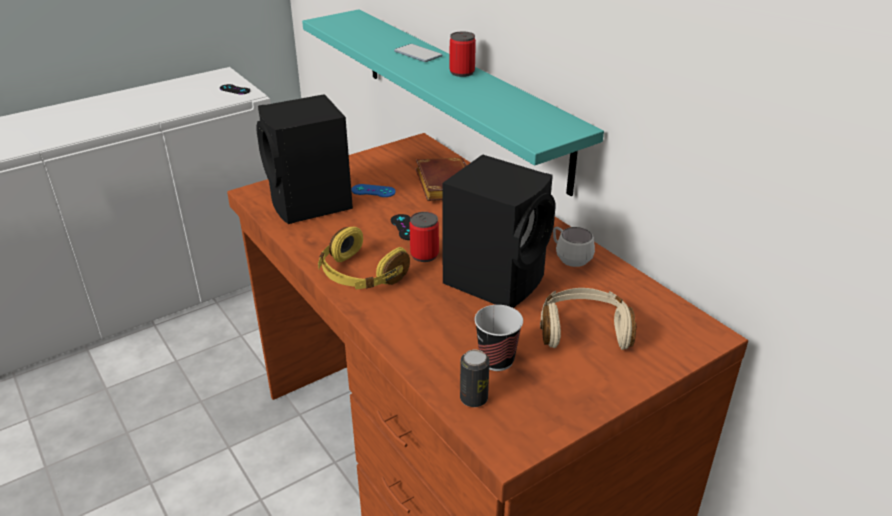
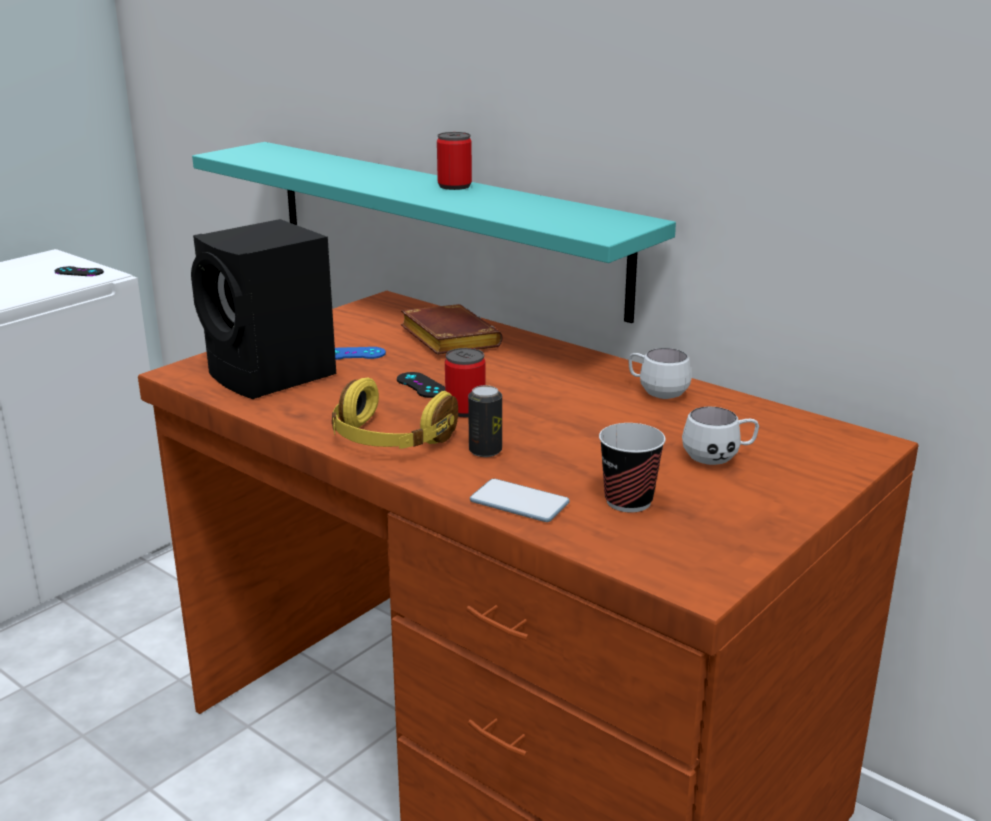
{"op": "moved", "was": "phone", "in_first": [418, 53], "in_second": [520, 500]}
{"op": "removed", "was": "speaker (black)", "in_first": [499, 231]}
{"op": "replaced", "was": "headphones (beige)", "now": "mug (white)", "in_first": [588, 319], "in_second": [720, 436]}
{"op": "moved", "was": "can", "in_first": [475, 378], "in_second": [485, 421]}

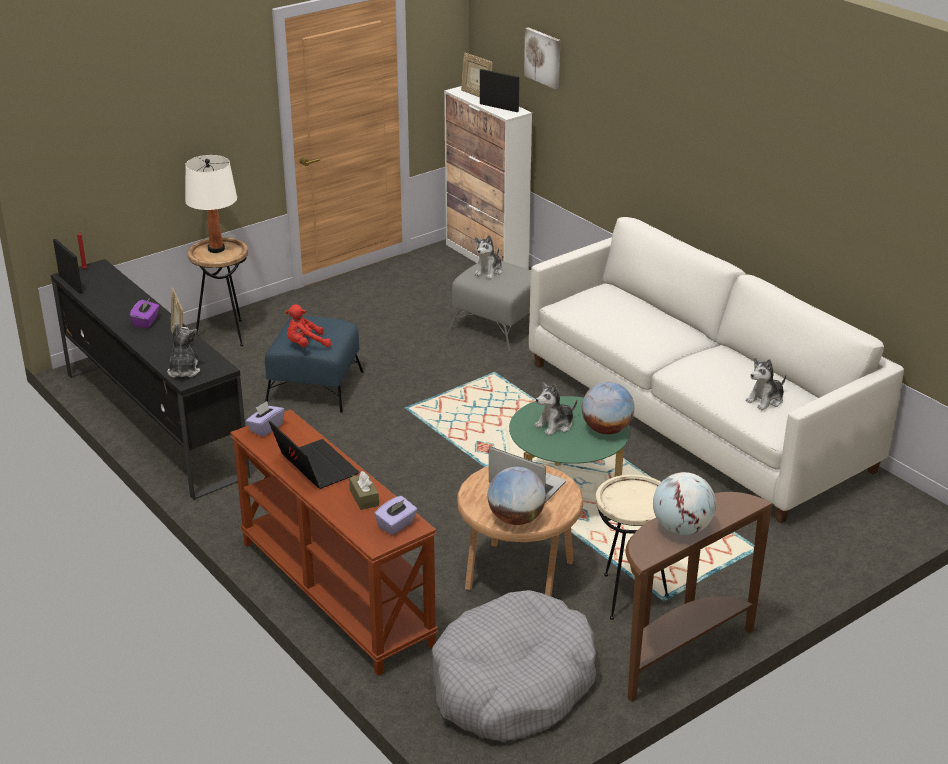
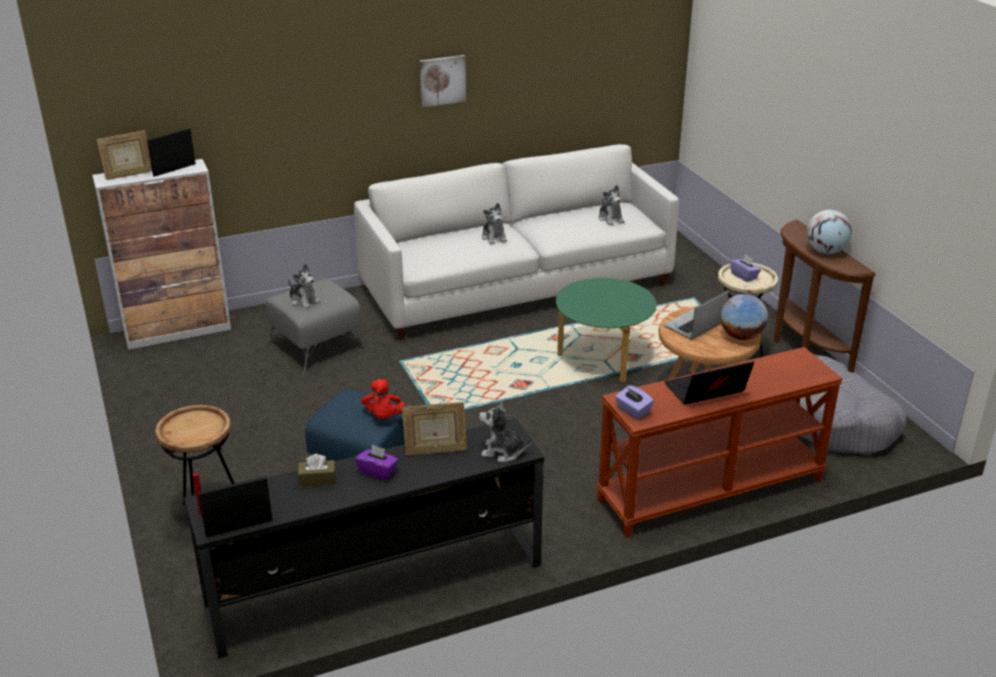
{"op": "moved", "was": "picture", "in_first": [542, 58], "in_second": [442, 81]}
{"op": "removed", "was": "table lamp (white)", "in_first": [211, 204]}
{"op": "moved", "was": "plush toy", "in_first": [556, 409], "in_second": [494, 224]}
{"op": "removed", "was": "globe", "in_first": [608, 408]}
{"op": "moved", "was": "tissue box (brown)", "in_first": [364, 490], "in_second": [317, 470]}
{"op": "moved", "was": "tissue box (purple)", "in_first": [395, 515], "in_second": [745, 268]}

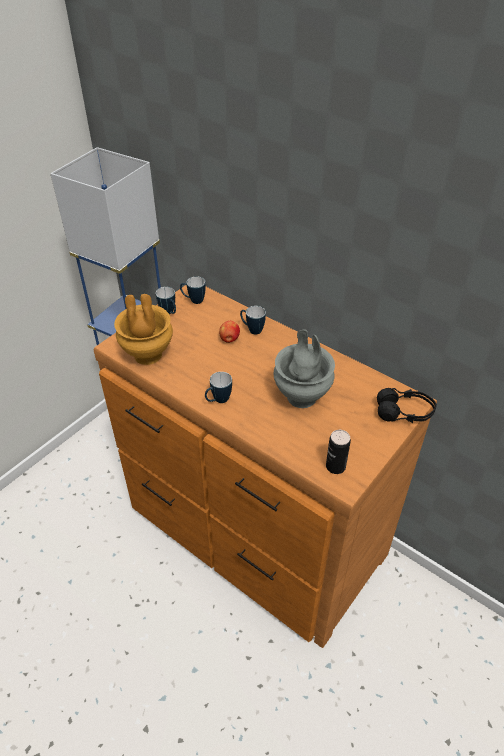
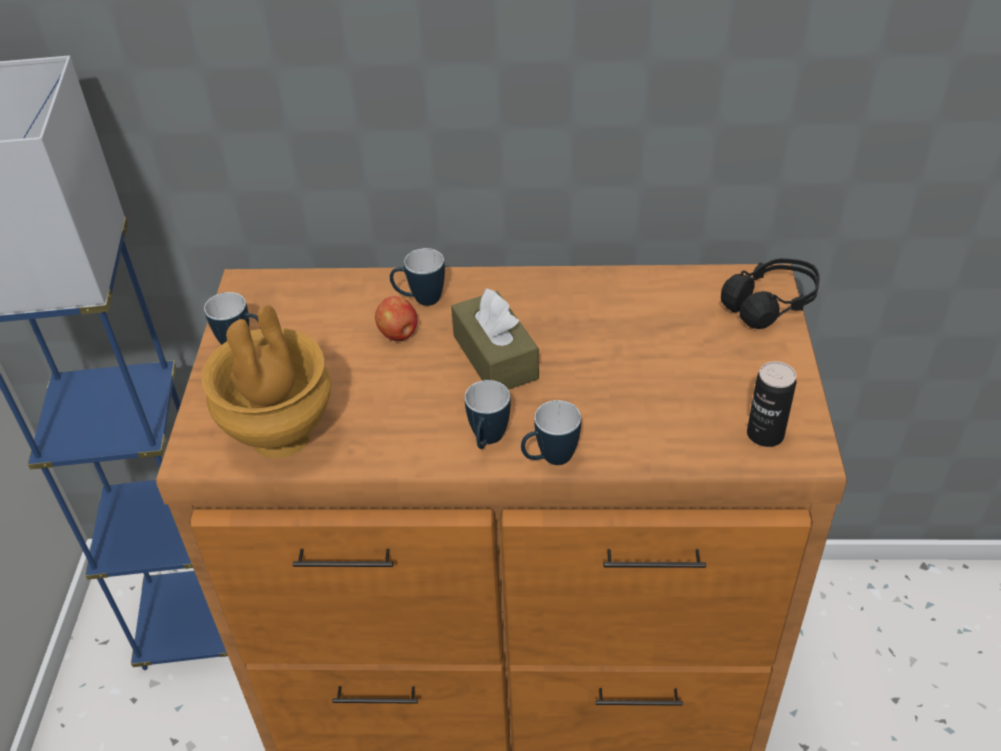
{"op": "moved", "was": "mug", "in_first": [193, 290], "in_second": [551, 432]}
{"op": "removed", "was": "vase (grey)", "in_first": [304, 368]}
{"op": "added", "now": "tissue box (brown)", "in_second": [495, 339]}

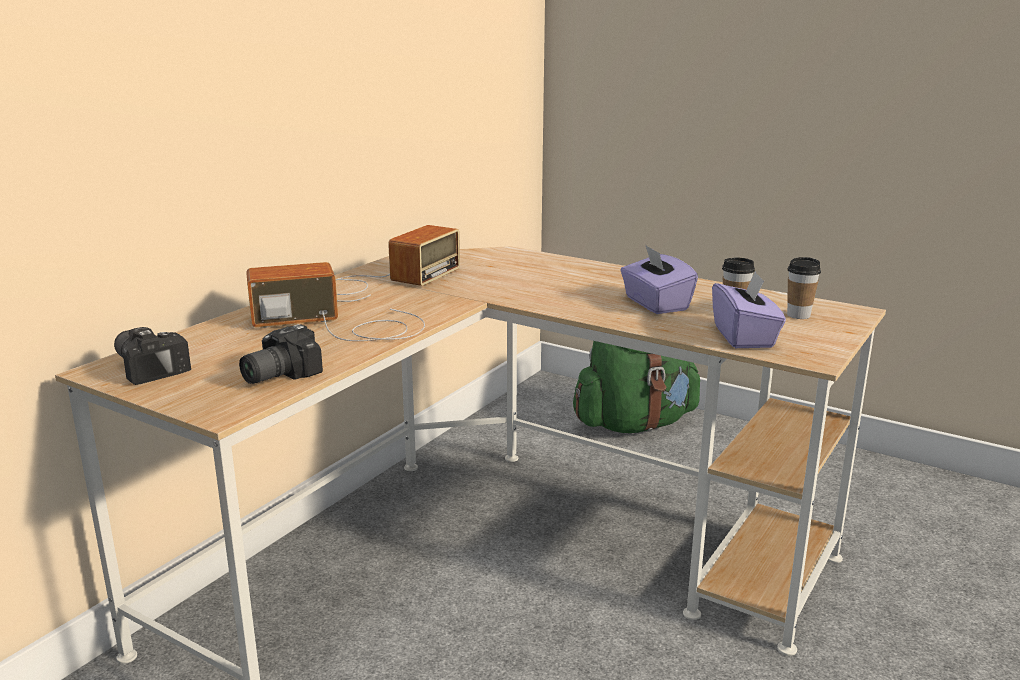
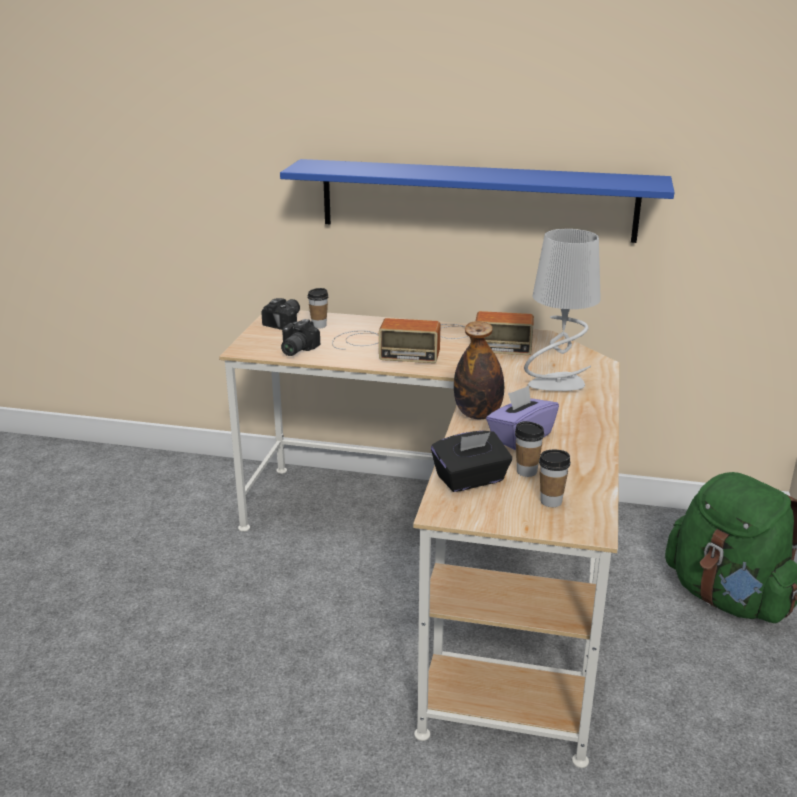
{"op": "turned", "was": "radio", "in_first": [335, 301], "in_second": [386, 340], "clockwise": 135}
{"op": "recoloured", "was": "tissue box (purple)", "now": "tissue box (black)", "in_first": [749, 309], "in_second": [471, 461]}
{"op": "turned", "was": "photo camera", "in_first": [281, 354], "in_second": [300, 337], "clockwise": -90}
{"op": "added", "now": "shelf (blue)", "in_second": [477, 201]}
{"op": "added", "now": "table lamp (grey)", "in_second": [562, 310]}
{"op": "added", "now": "cup", "in_second": [318, 308]}
{"op": "added", "now": "bottle", "in_second": [479, 370]}

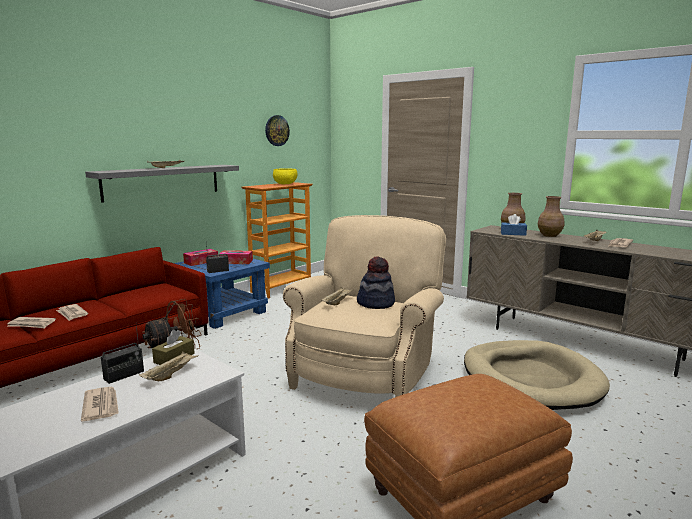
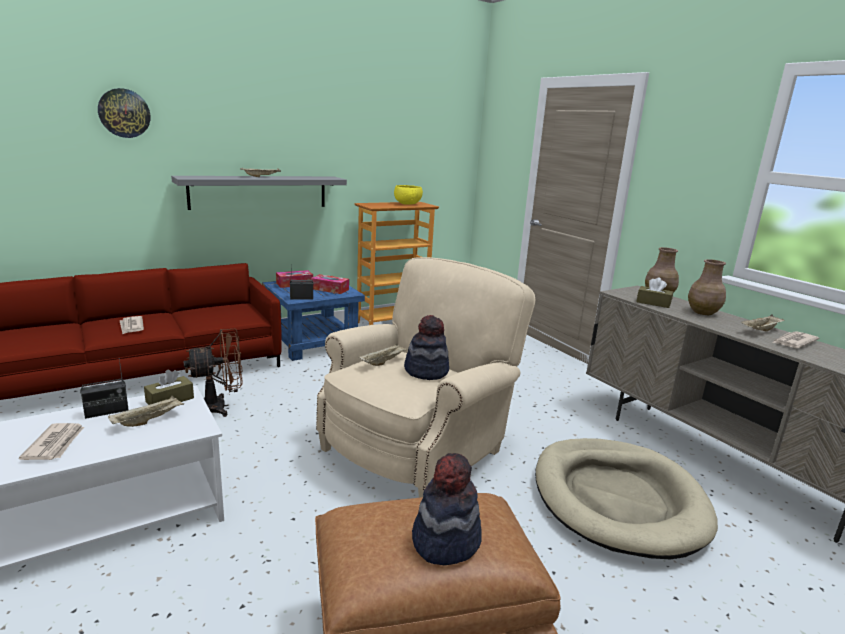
{"op": "moved", "was": "wall clock", "in_first": [277, 130], "in_second": [124, 113]}
{"op": "recoloured", "was": "tissue box (blue)", "now": "tissue box (brown)", "in_first": [514, 225], "in_second": [654, 292]}
{"op": "removed", "was": "newspaper", "in_first": [31, 322]}
{"op": "added", "now": "hat", "in_second": [447, 509]}

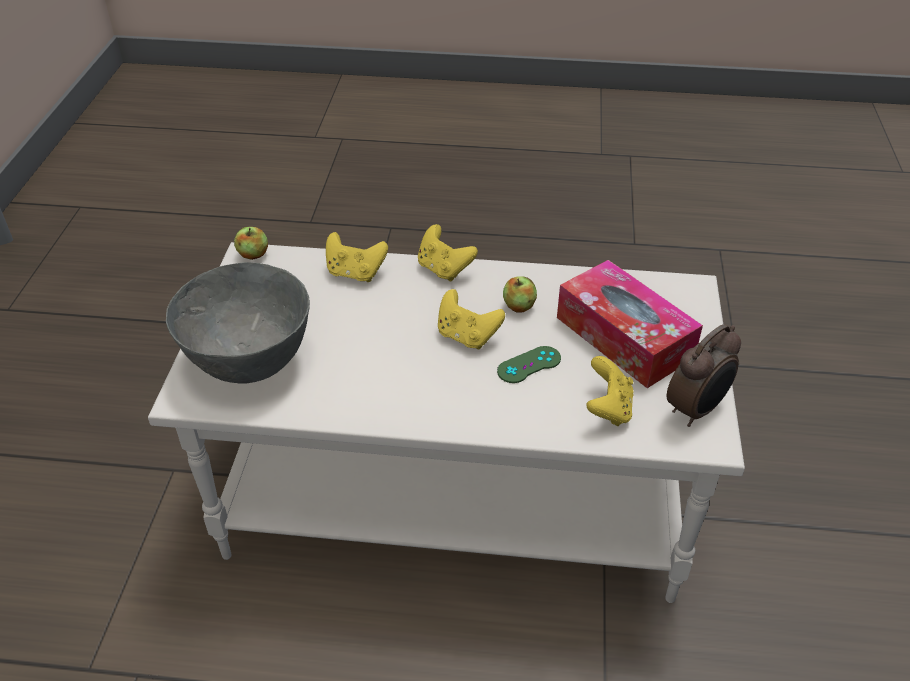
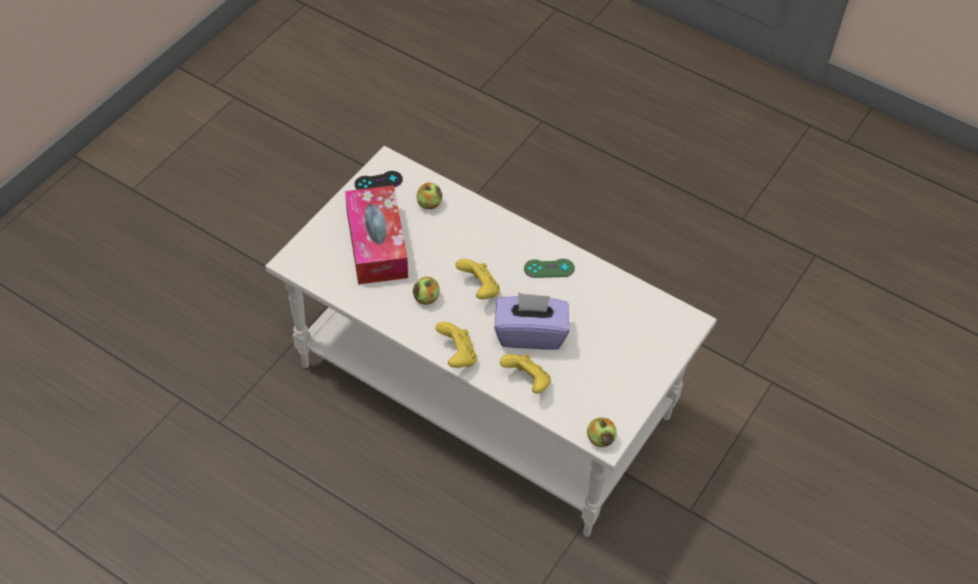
{"op": "removed", "was": "bowl (grey)", "in_first": [238, 323]}
{"op": "replaced", "was": "alarm clock", "now": "game controller (black)", "in_first": [704, 375], "in_second": [378, 180]}
{"op": "moved", "was": "game controller (green)", "in_first": [529, 364], "in_second": [549, 268]}
{"op": "replaced", "was": "game controller (yellow)", "now": "apple", "in_first": [609, 391], "in_second": [429, 196]}
{"op": "added", "now": "tissue box (purple)", "in_second": [531, 321]}

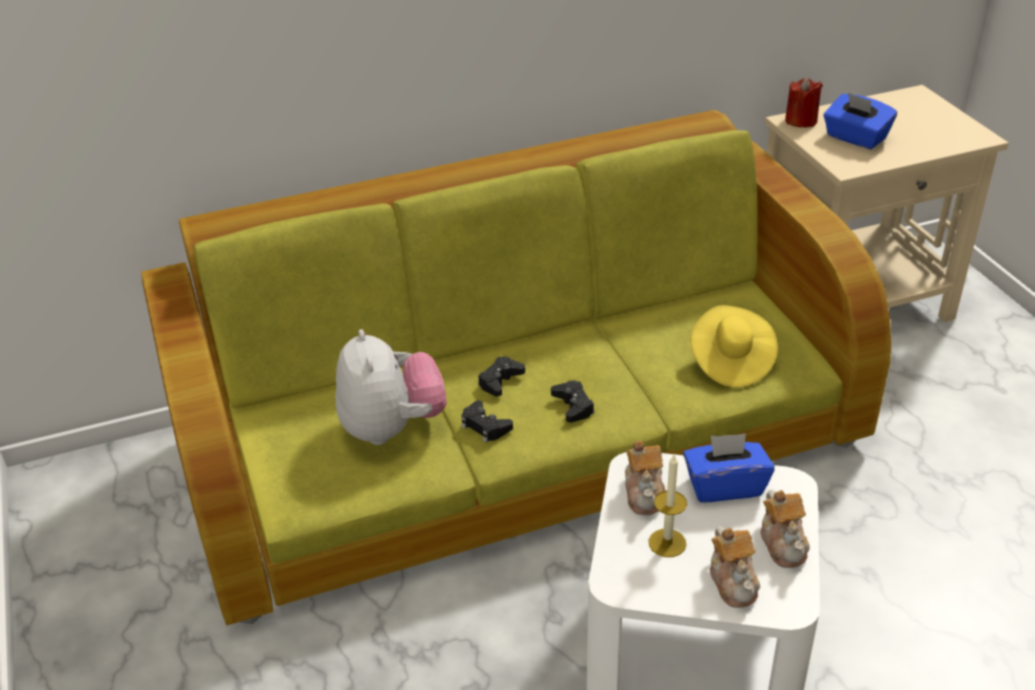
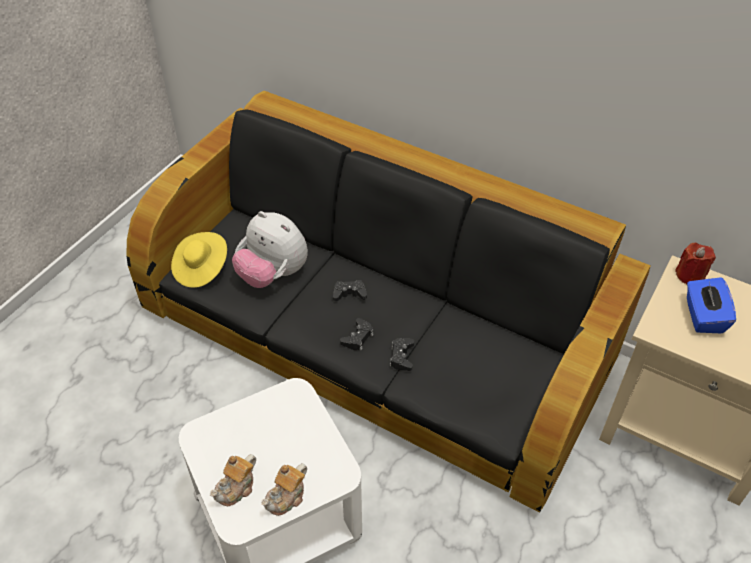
{"op": "recoloured", "was": "sofa (green)", "now": "sofa (black)", "in_first": [516, 368], "in_second": [388, 302]}
{"op": "moved", "was": "hat (yellow)", "in_first": [734, 346], "in_second": [199, 260]}
{"op": "turned", "was": "plush toy", "in_first": [391, 387], "in_second": [270, 249], "clockwise": 90}
{"op": "moved", "was": "game controller (black)", "in_first": [487, 421], "in_second": [402, 354]}
{"op": "removed", "was": "tissue box (blue)", "in_first": [729, 468]}
{"op": "removed", "was": "teapot", "in_first": [645, 477]}
{"op": "removed", "was": "candle", "in_first": [668, 506]}

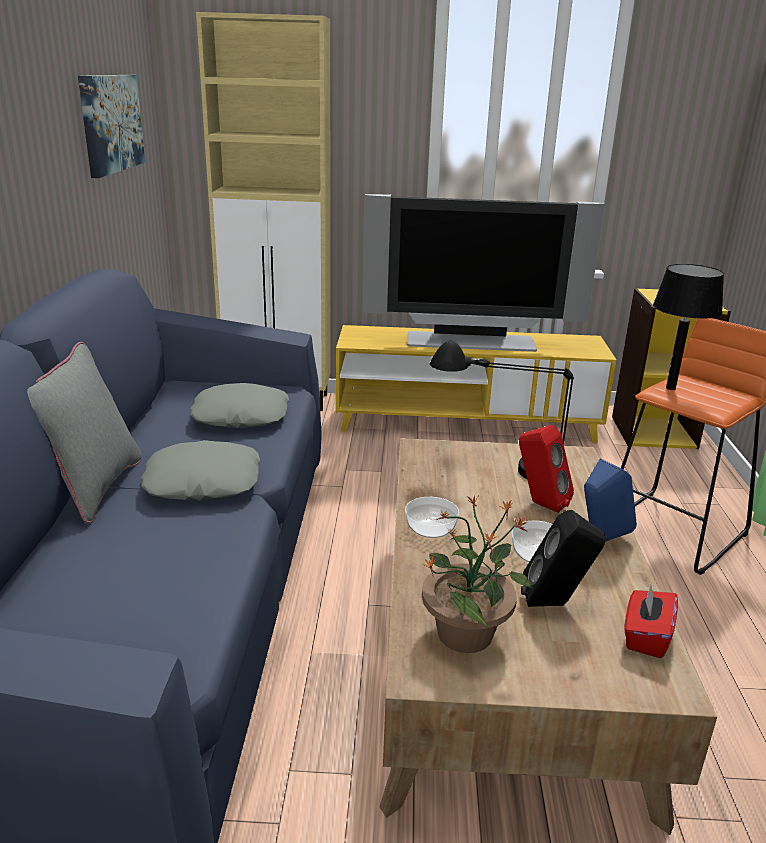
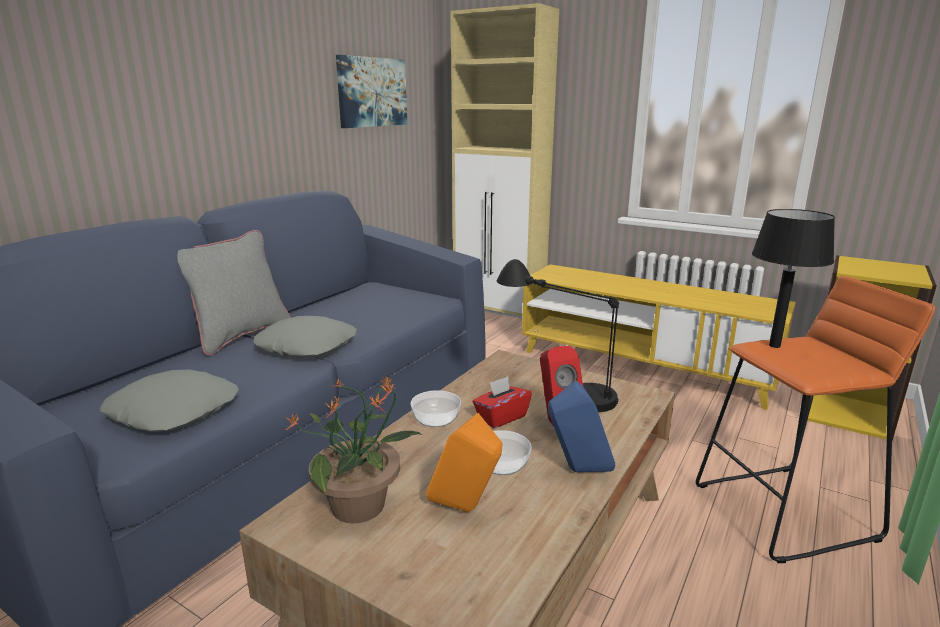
{"op": "removed", "was": "television", "in_first": [484, 273]}
{"op": "moved", "was": "pillow (grey)", "in_first": [239, 405], "in_second": [169, 401]}
{"op": "recoloured", "was": "speaker (black)", "now": "speaker (orange)", "in_first": [563, 558], "in_second": [464, 462]}
{"op": "moved", "was": "tissue box (red)", "in_first": [651, 621], "in_second": [502, 402]}

